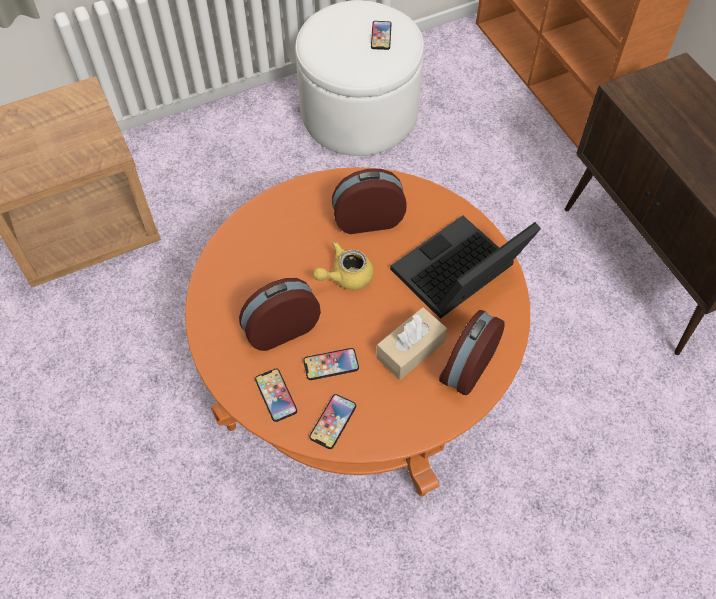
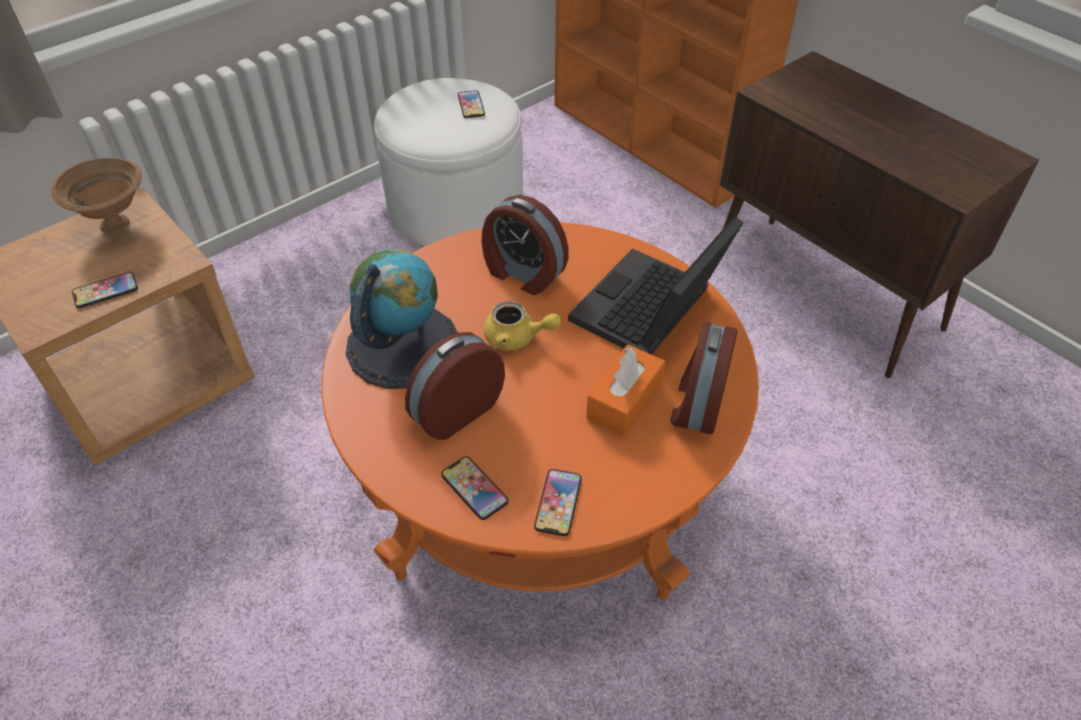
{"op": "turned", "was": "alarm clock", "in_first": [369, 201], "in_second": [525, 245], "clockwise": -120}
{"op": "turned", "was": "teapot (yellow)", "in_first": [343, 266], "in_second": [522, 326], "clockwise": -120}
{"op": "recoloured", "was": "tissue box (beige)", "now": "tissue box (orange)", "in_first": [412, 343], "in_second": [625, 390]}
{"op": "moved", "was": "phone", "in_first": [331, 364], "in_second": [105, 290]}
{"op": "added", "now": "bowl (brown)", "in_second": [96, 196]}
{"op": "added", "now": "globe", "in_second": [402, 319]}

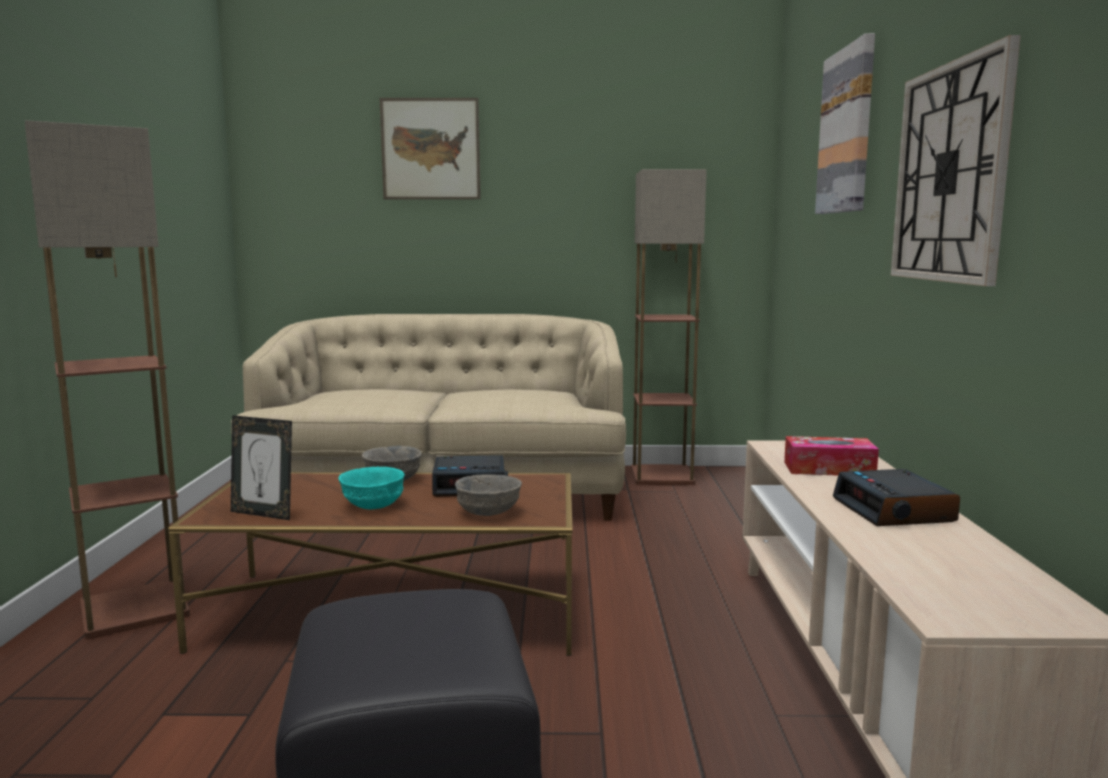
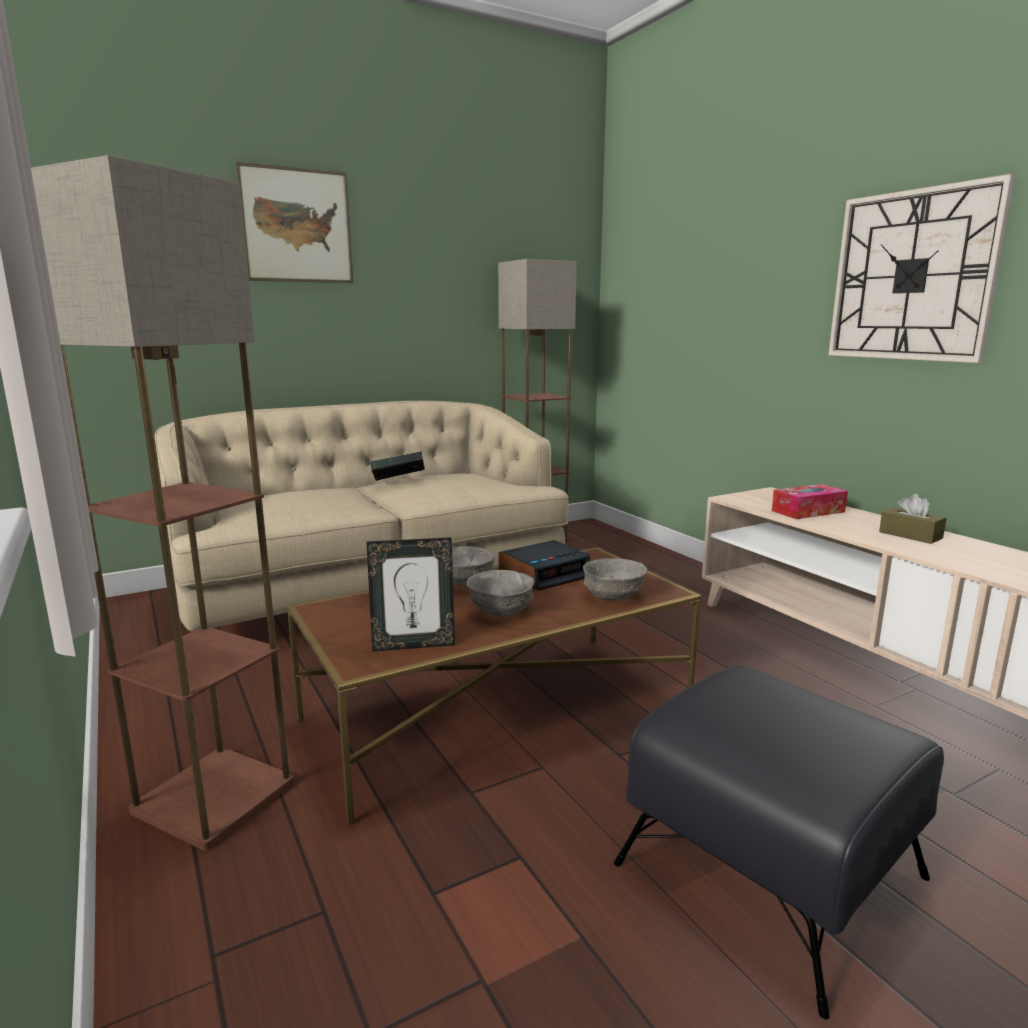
{"op": "removed", "was": "picture", "in_first": [845, 123]}
{"op": "recoloured", "was": "bowl (turquoise)", "now": "bowl (grey)", "in_first": [371, 488], "in_second": [501, 593]}
{"op": "replaced", "was": "alarm clock", "now": "tissue box (brown)", "in_first": [896, 497], "in_second": [913, 519]}
{"op": "added", "now": "book", "in_second": [397, 466]}

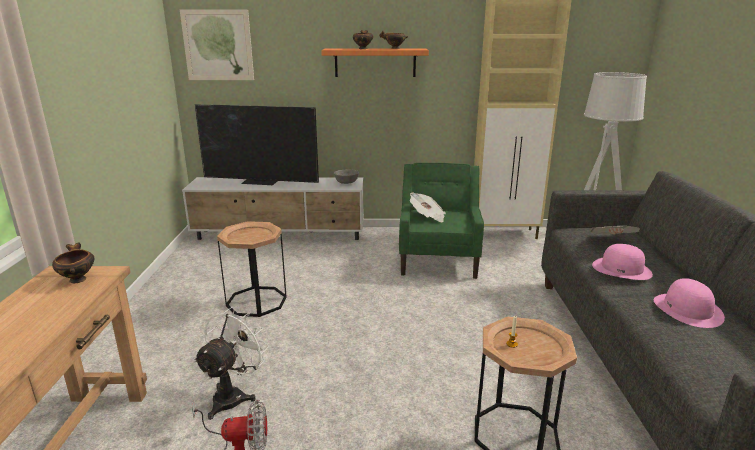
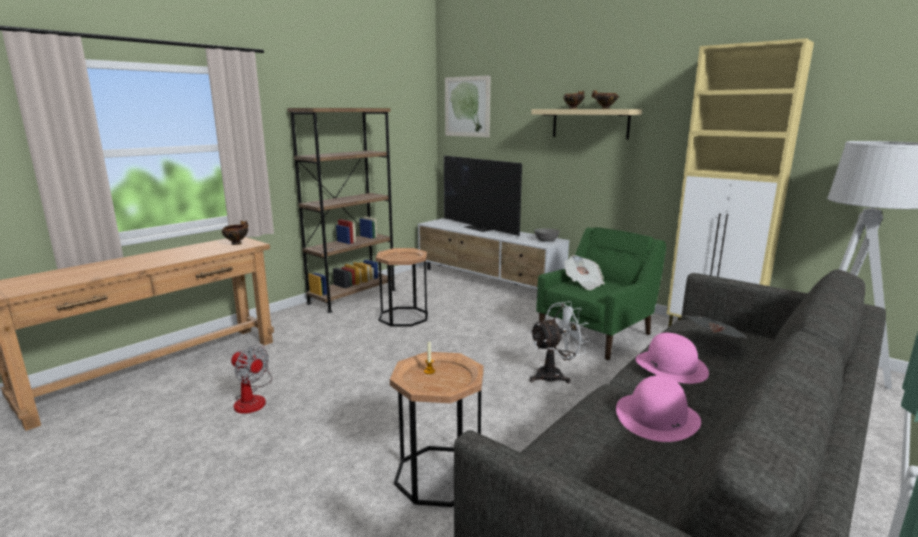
{"op": "recoloured", "was": "shelf (orange)", "now": "shelf (beige)", "in_first": [375, 63], "in_second": [586, 124]}
{"op": "moved", "was": "fan (white)", "in_first": [231, 363], "in_second": [560, 342]}
{"op": "added", "now": "bookcase (brown)", "in_second": [341, 210]}

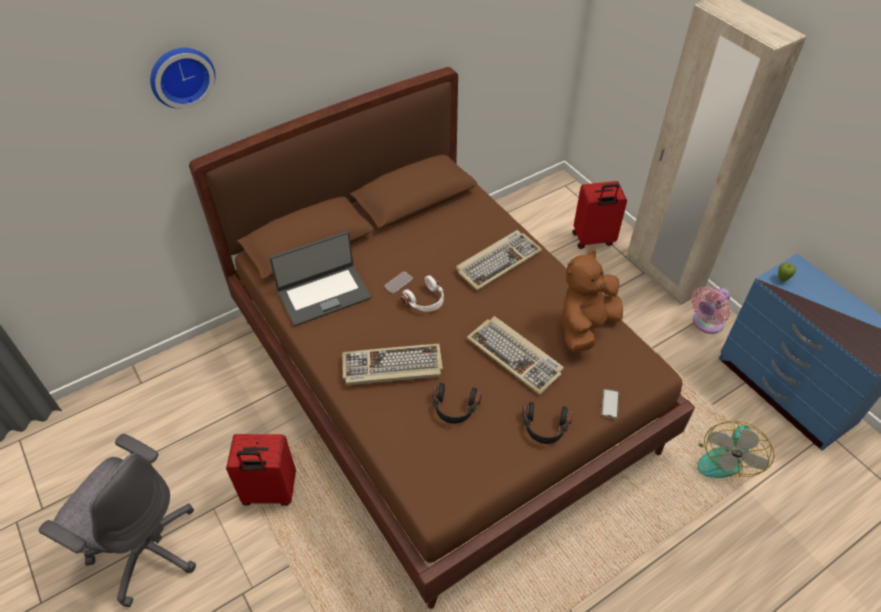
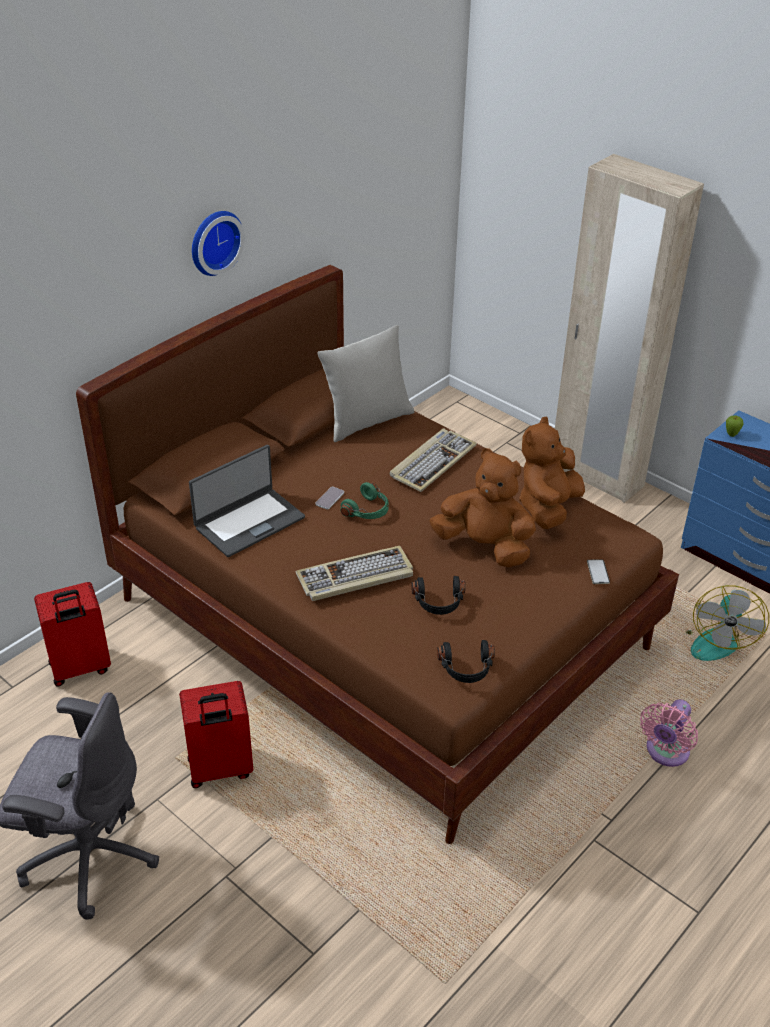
{"op": "moved", "was": "wall clock", "in_first": [182, 78], "in_second": [218, 243]}
{"op": "moved", "was": "suitcase (red)", "in_first": [599, 215], "in_second": [72, 634]}
{"op": "recoloured", "was": "headphones (white)", "now": "headphones (green)", "in_first": [422, 293], "in_second": [365, 500]}
{"op": "moved", "was": "fan (pink)", "in_first": [710, 310], "in_second": [669, 733]}
{"op": "replaced", "was": "keyboard", "now": "plush toy (brown)", "in_first": [515, 355], "in_second": [483, 507]}
{"op": "moved", "was": "headphones (black)", "in_first": [547, 423], "in_second": [465, 661]}
{"op": "added", "now": "pillow (grey)", "in_second": [365, 383]}

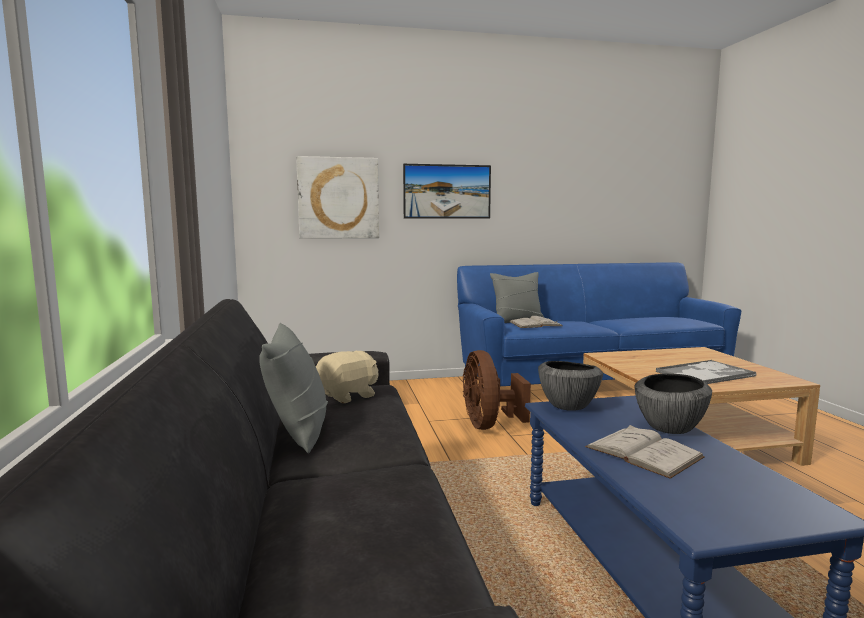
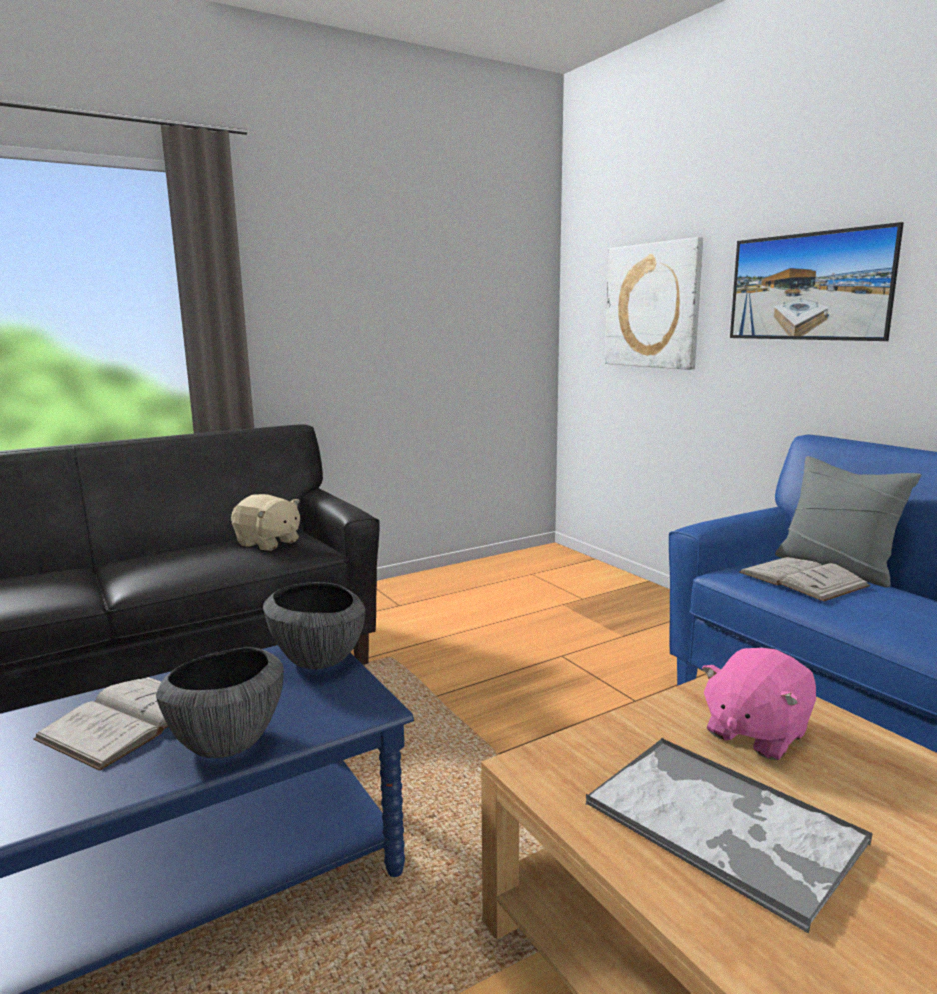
{"op": "removed", "was": "pillow (grey)", "in_first": [293, 388]}
{"op": "removed", "was": "fan (brown)", "in_first": [497, 390]}
{"op": "added", "now": "plush toy (pink)", "in_second": [759, 704]}

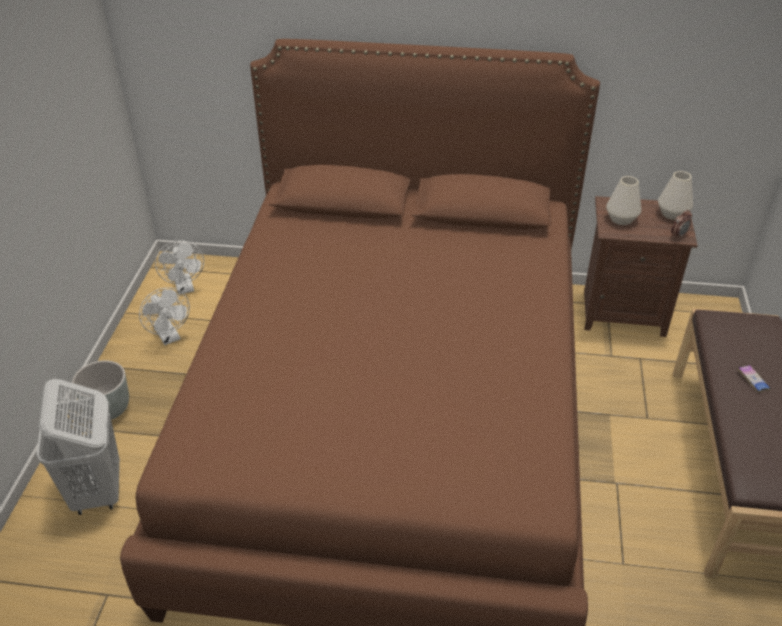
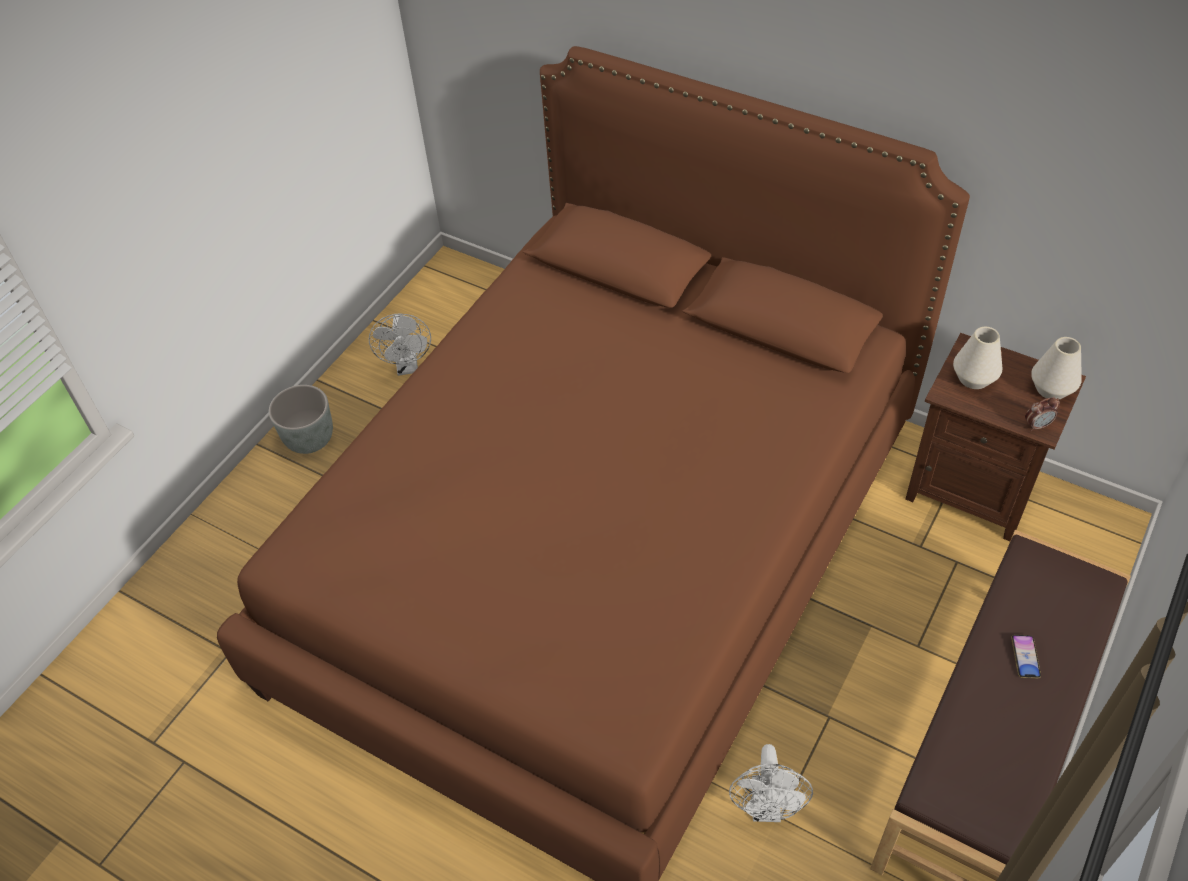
{"op": "moved", "was": "fan (white)", "in_first": [179, 267], "in_second": [771, 783]}
{"op": "removed", "was": "laundry basket (white)", "in_first": [78, 447]}

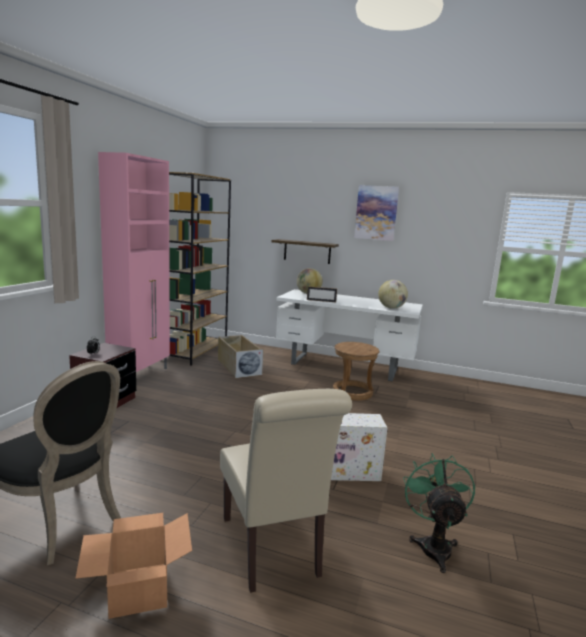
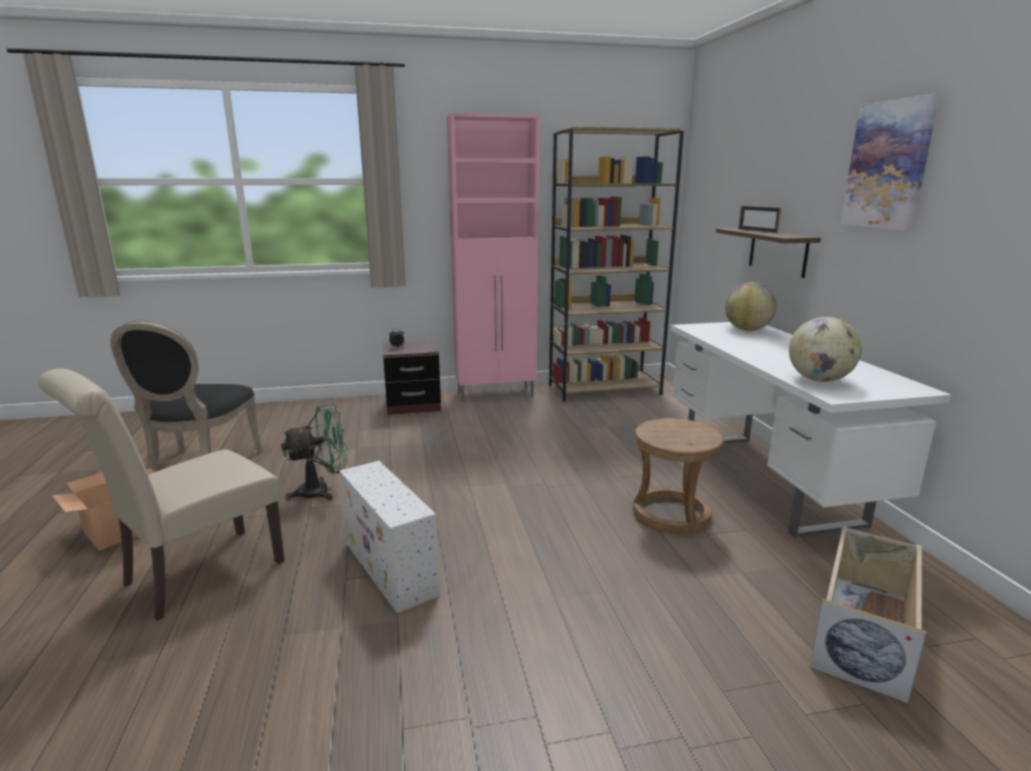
{"op": "moved", "was": "picture frame", "in_first": [322, 294], "in_second": [760, 219]}
{"op": "moved", "was": "storage box (beige)", "in_first": [241, 356], "in_second": [868, 614]}
{"op": "moved", "was": "fan (green)", "in_first": [439, 513], "in_second": [314, 452]}

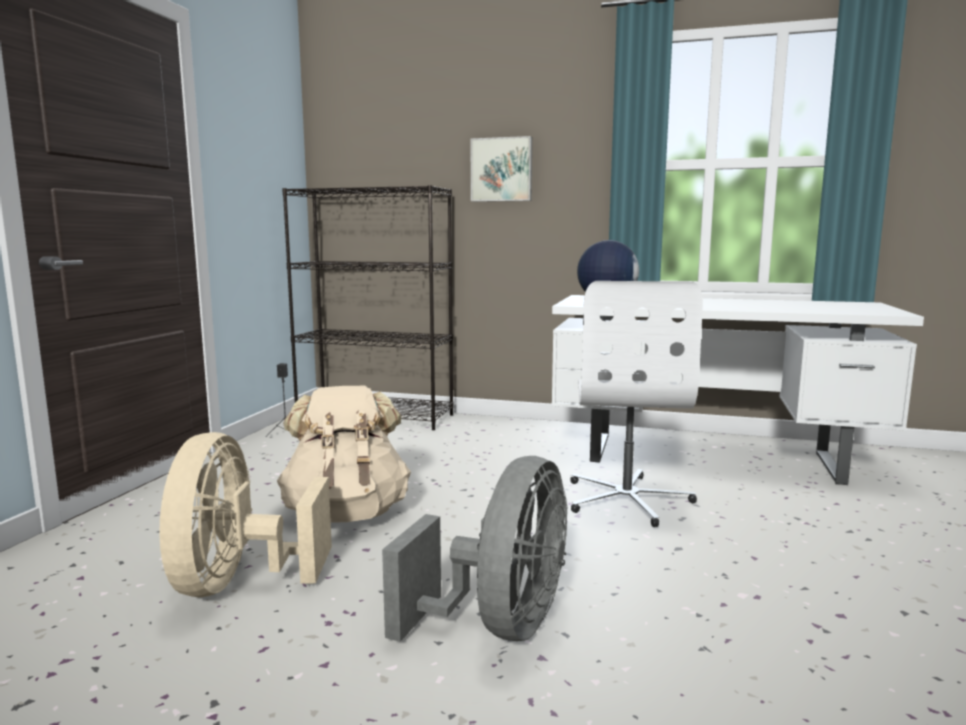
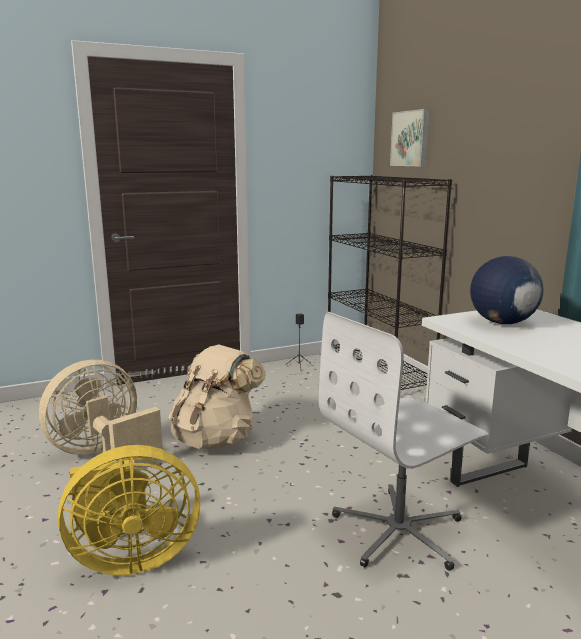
{"op": "moved", "was": "picture", "in_first": [501, 169], "in_second": [410, 137]}
{"op": "recoloured", "was": "fan (grey)", "now": "fan (yellow)", "in_first": [474, 549], "in_second": [129, 510]}

